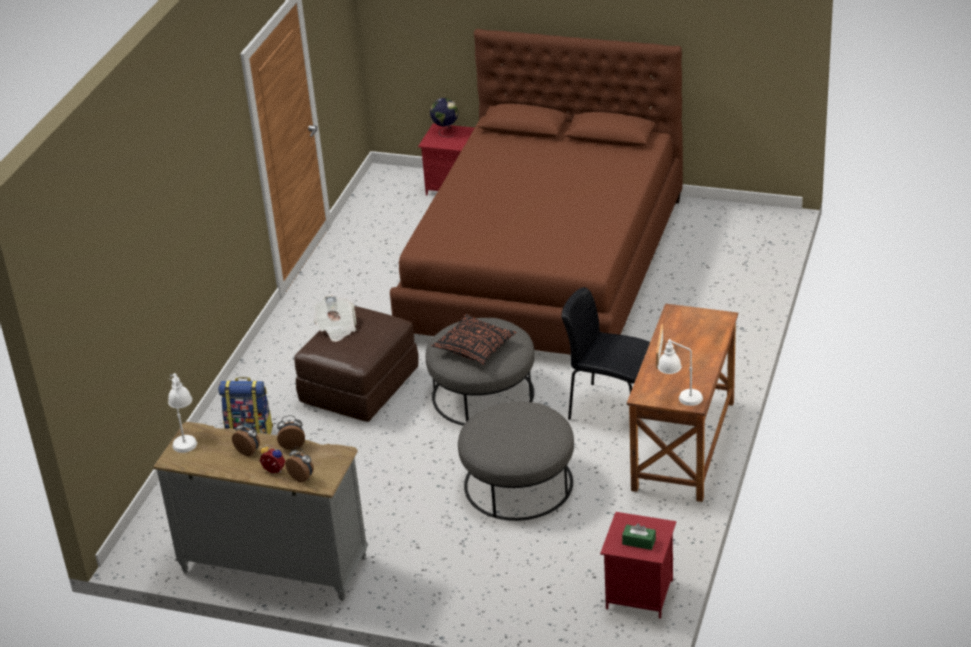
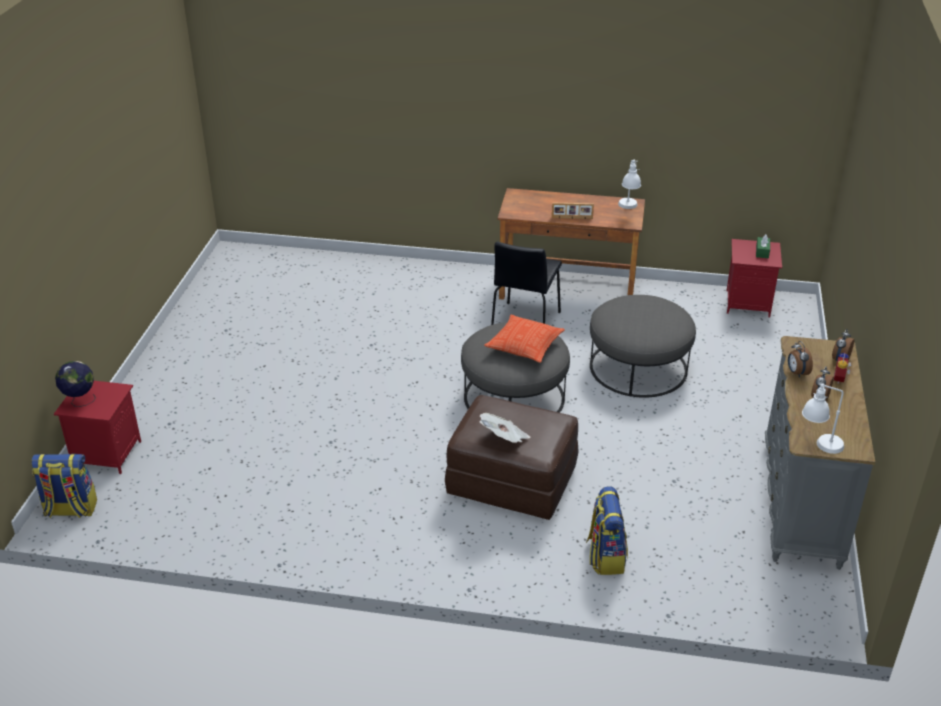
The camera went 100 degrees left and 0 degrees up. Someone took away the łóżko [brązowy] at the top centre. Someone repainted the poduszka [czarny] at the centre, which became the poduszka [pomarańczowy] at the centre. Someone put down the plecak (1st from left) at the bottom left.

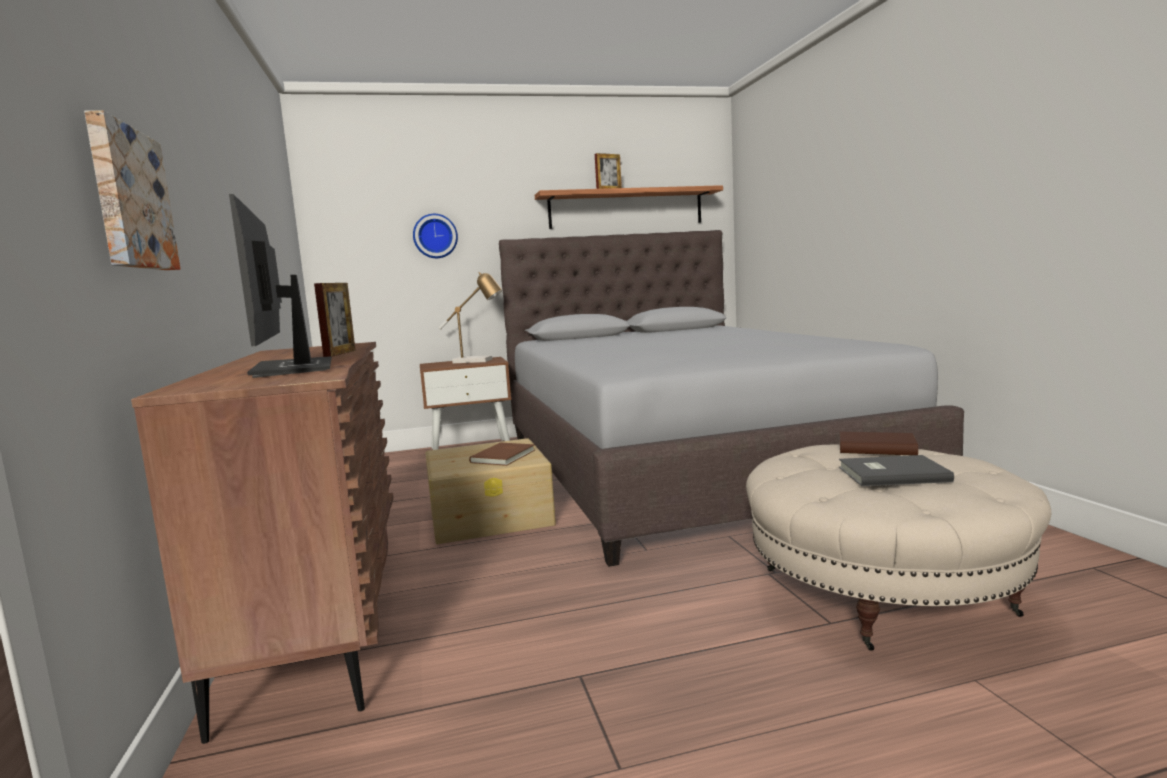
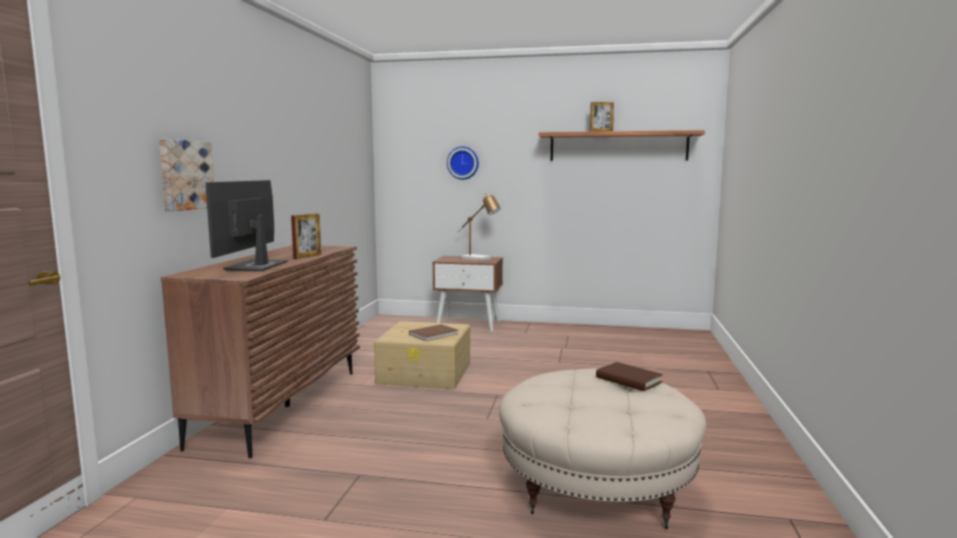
The camera went 25 degrees right and 0 degrees up. Someone took away the łóżko [szary] at the centre. Someone took away the książka [szary] at the middle right.

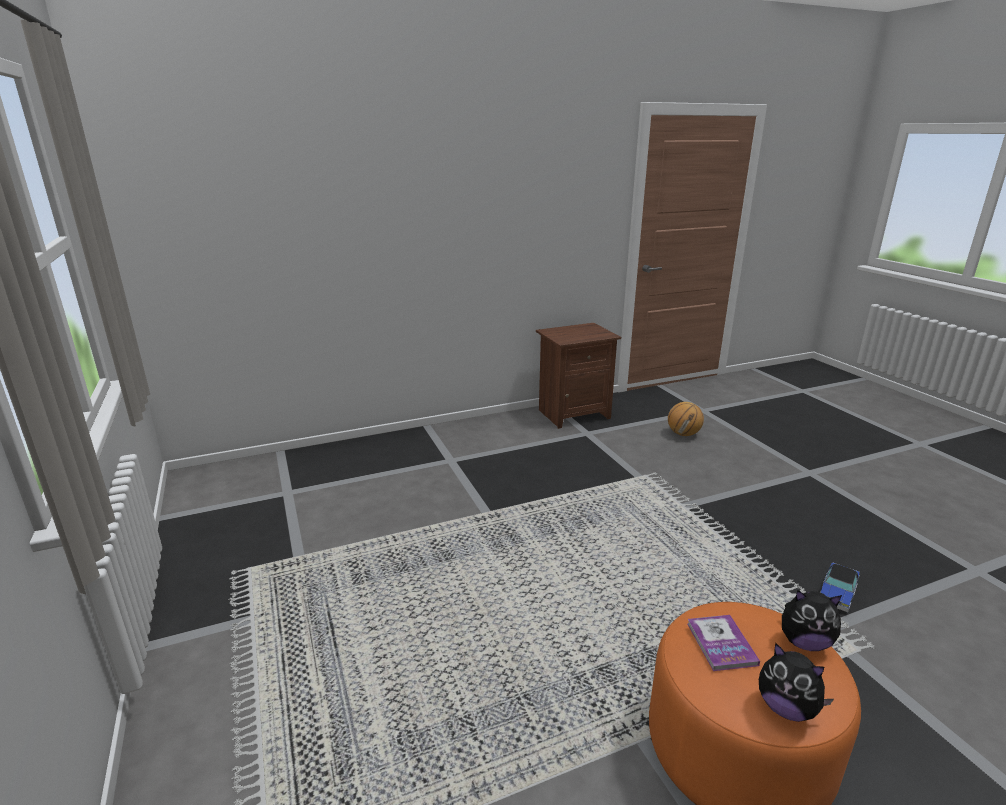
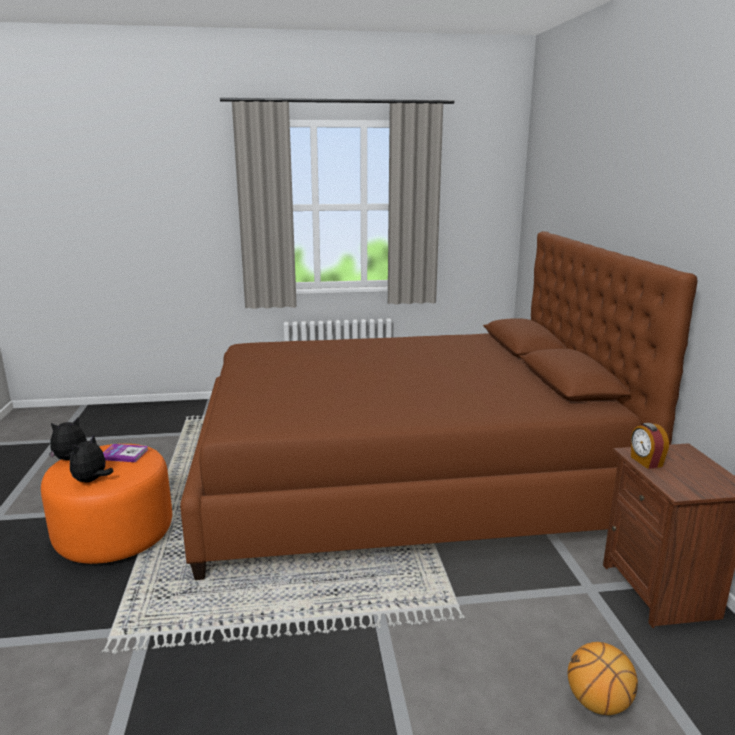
The camera went 105 degrees right and 5 degrees down. Someone took away the samochodzik at the bottom right. Someone put down the łóżko [brązowy] at the centre. Someone put down the budzik at the middle right.

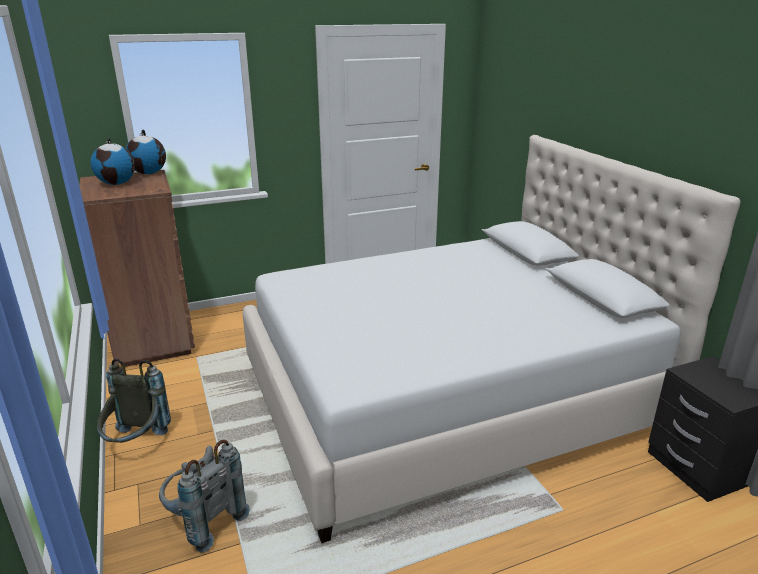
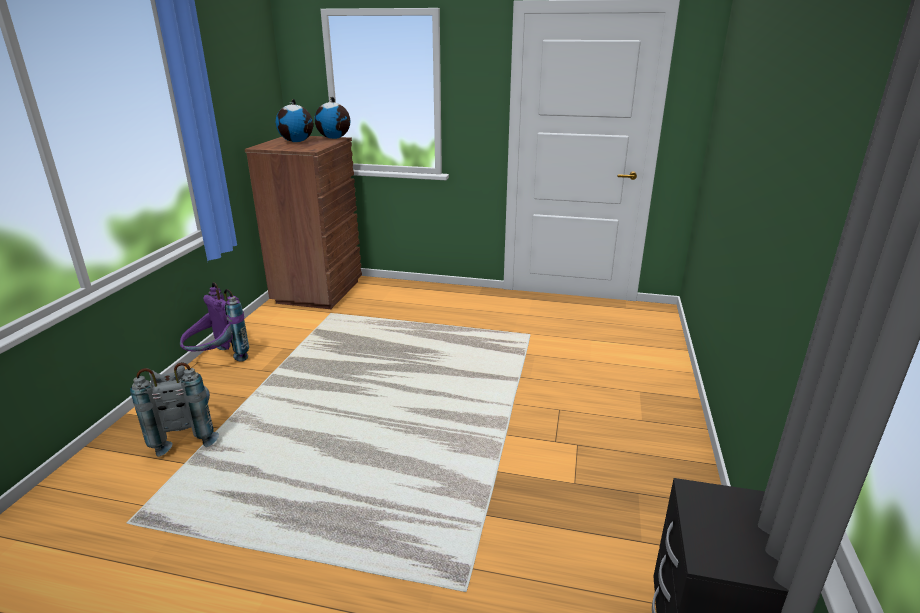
The camera went 35 degrees right and 0 degrees up. Someone repainted the plecak [szary] (1st from left) at the bottom left, which became the plecak [fioletowy] at the middle left. Someone took away the łóżko [biały] at the centre.

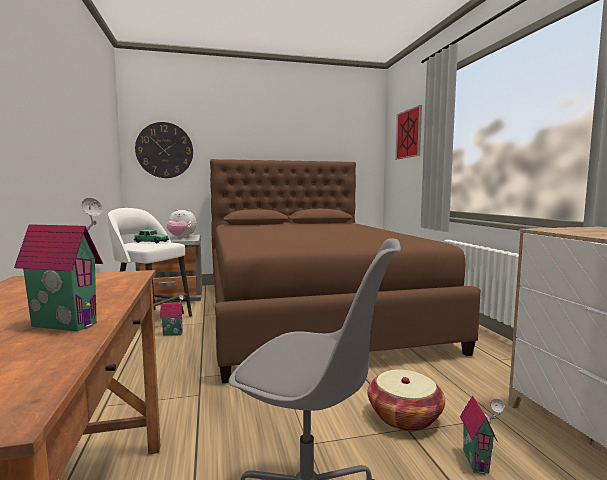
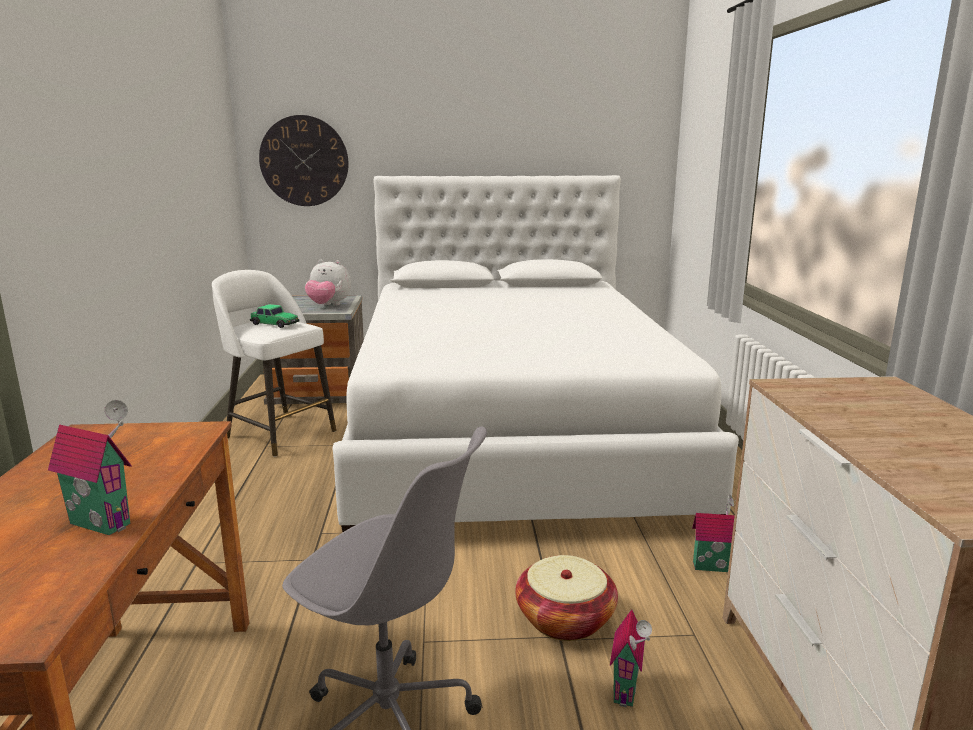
The camera went 10 degrees right and 10 degrees up. Someone carried the domek (2nd from left in the first image) from the middle left to the bottom right. Someone repainted the łóżko [brązowy] at the centre, which became the łóżko [biały] at the centre. Someone took away the obraz at the top right.

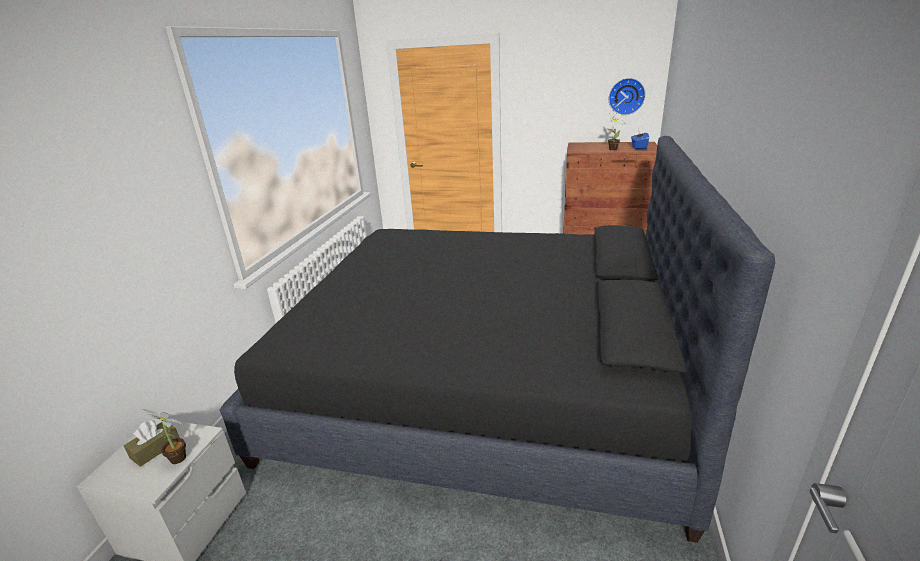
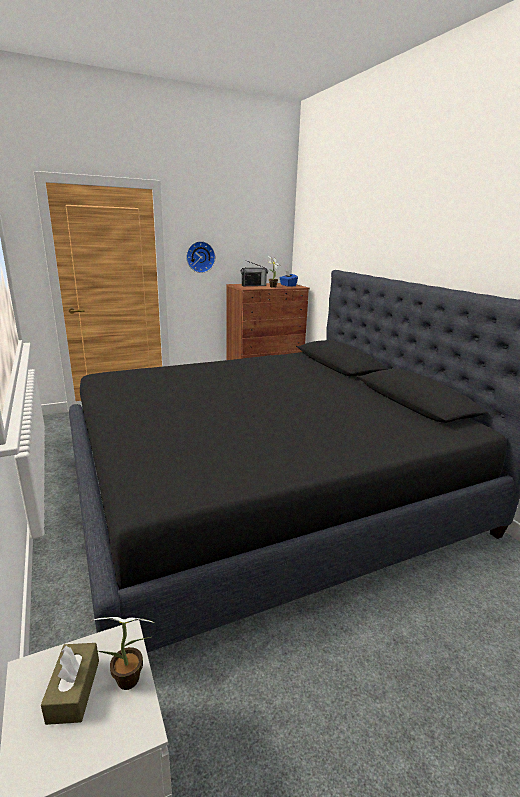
The camera went 40 degrees left and 5 degrees down. Someone carried the zegar ścienny from the top right to the top centre. Someone put down the radio at the centre.

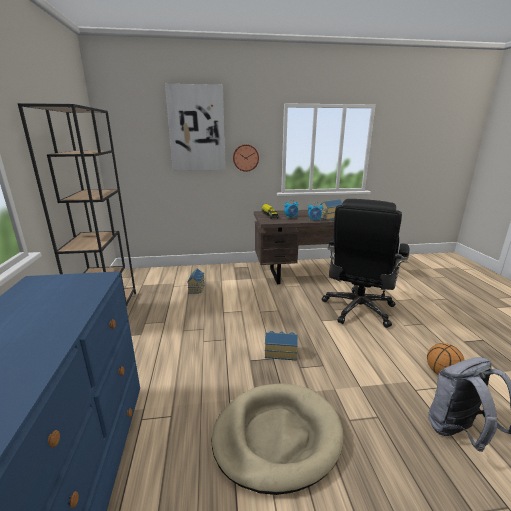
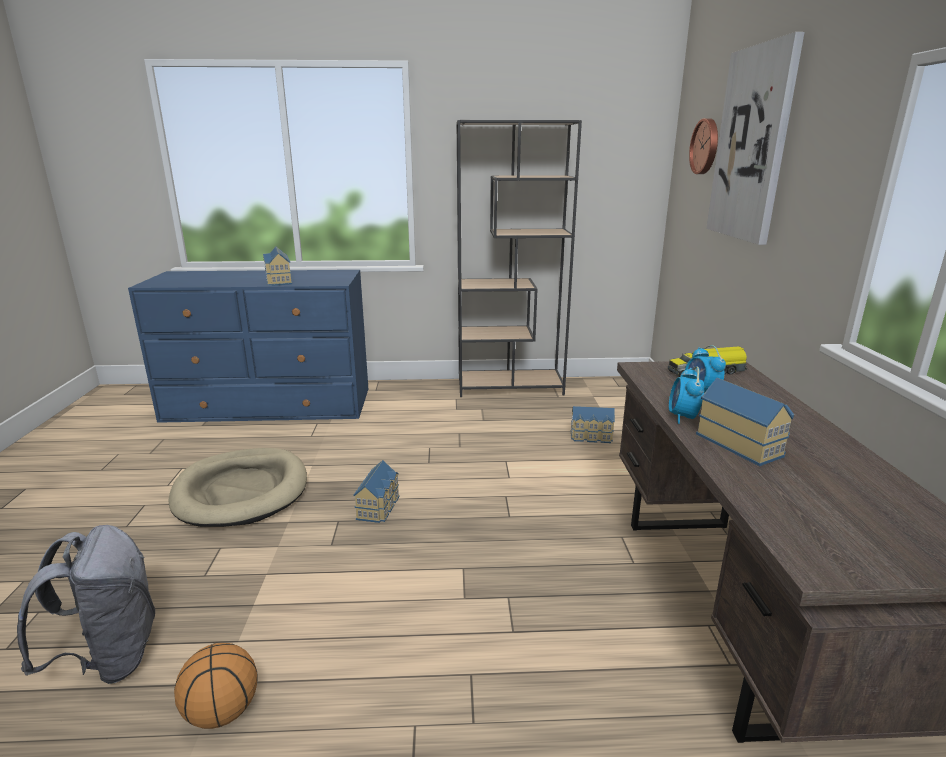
The camera went 95 degrees right and 0 degrees up. Someone carried the zegar ścienny from the top centre to the top right. Someone took away the krzesło biurowe [czarny] at the middle right. Someone put down the domek (1st from left) at the middle left.

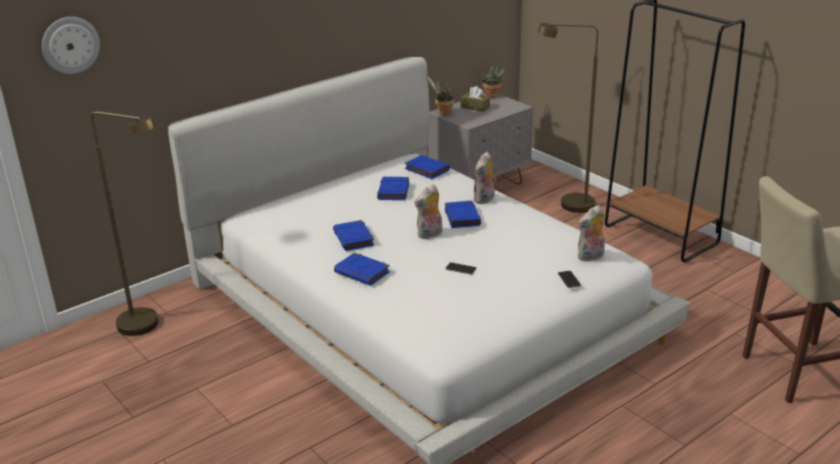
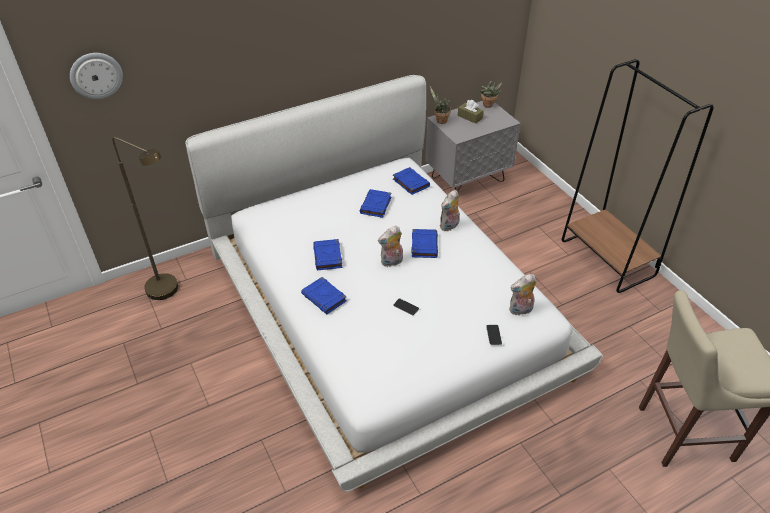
The camera went 10 degrees right and 15 degrees up. Someone took away the lampa stojąca [brązowy] (2nd from left) at the top right.

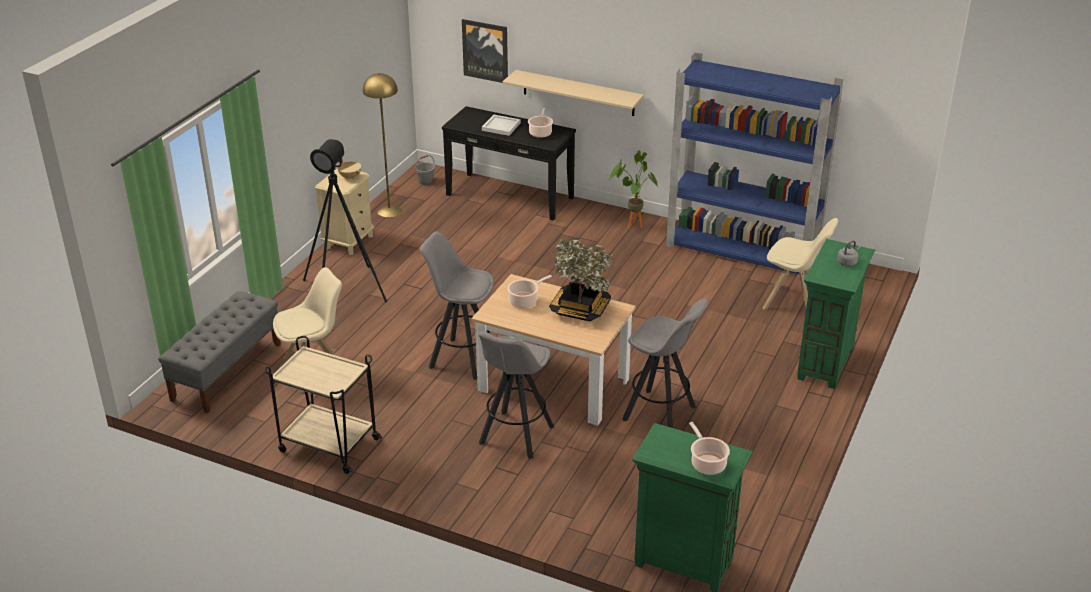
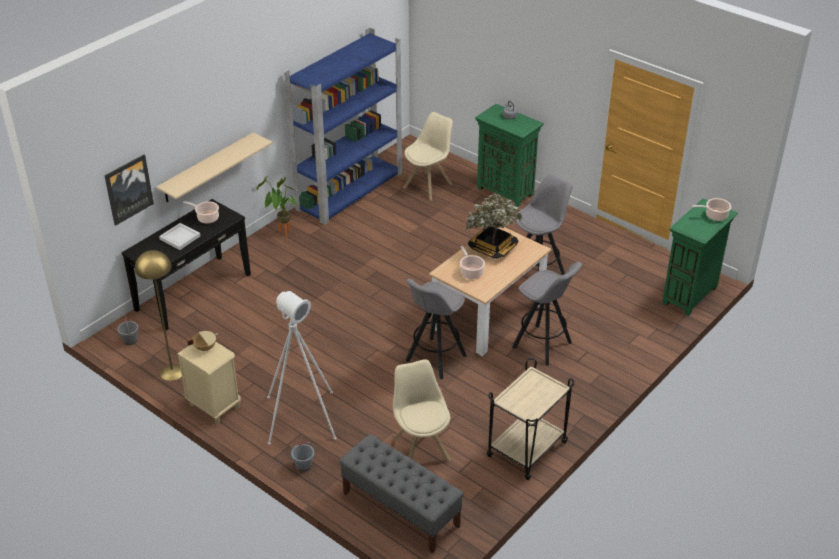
The camera went 75 degrees left and 5 degrees up. Someone repainted the lampa stojąca [czarny] at the middle left, which became the lampa stojąca [biały] at the centre. Someone put down the wiadro [szary] (2nd from left) at the bottom centre.

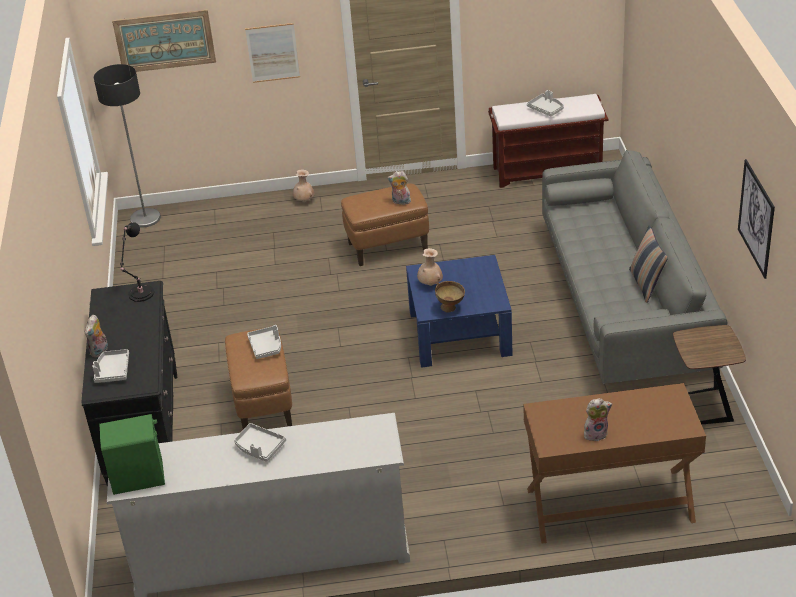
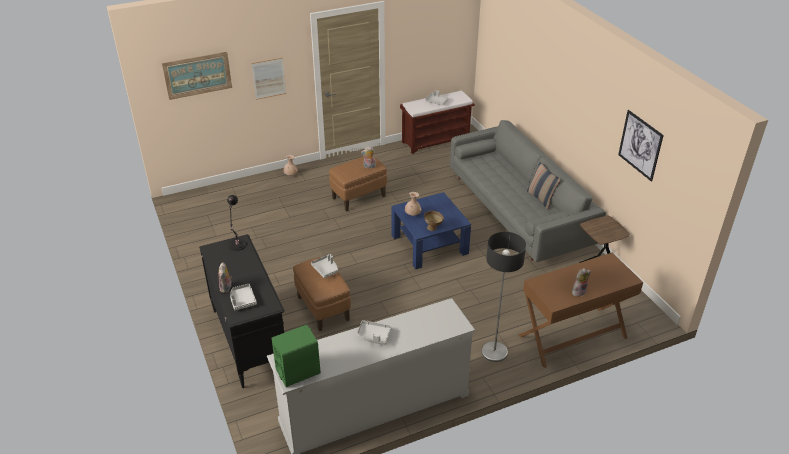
The camera went 20 degrees left and 0 degrees up. Someone carried the lampa stojąca from the top left to the centre.

